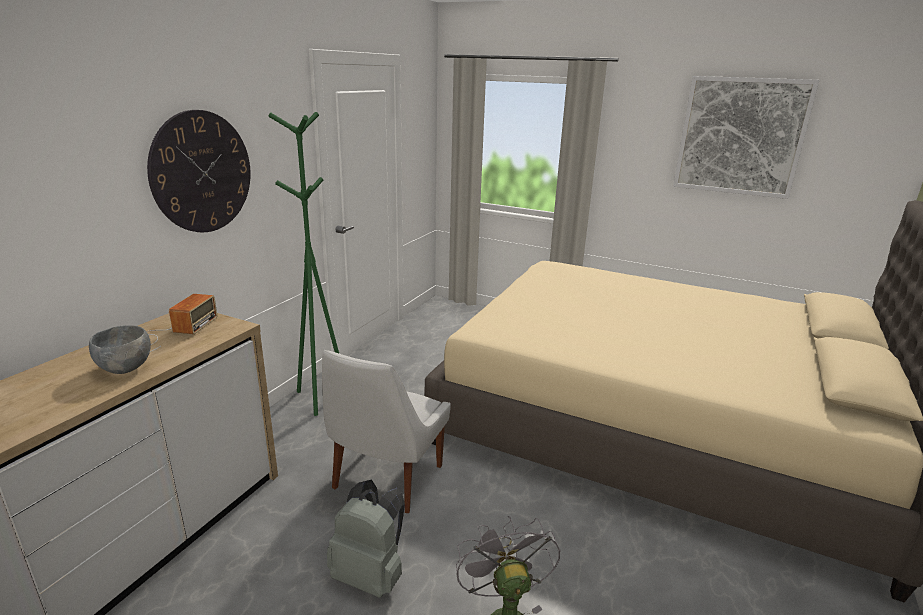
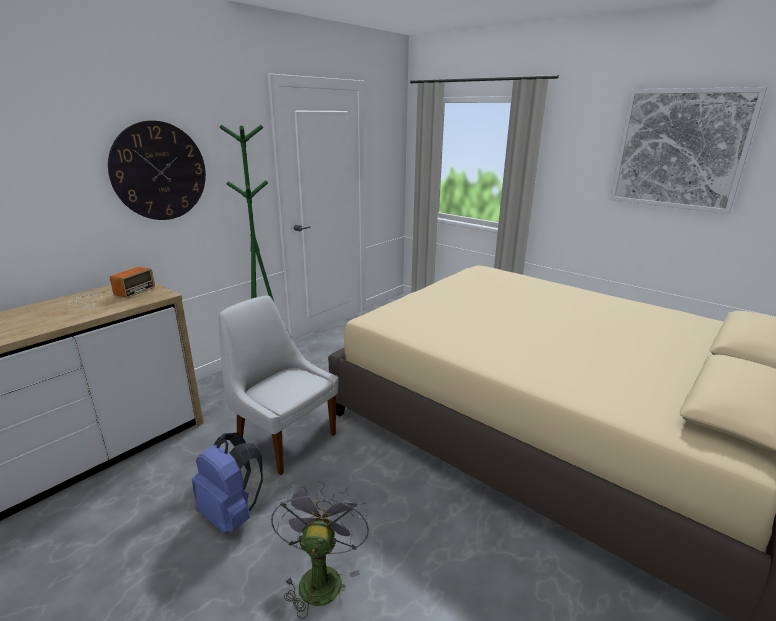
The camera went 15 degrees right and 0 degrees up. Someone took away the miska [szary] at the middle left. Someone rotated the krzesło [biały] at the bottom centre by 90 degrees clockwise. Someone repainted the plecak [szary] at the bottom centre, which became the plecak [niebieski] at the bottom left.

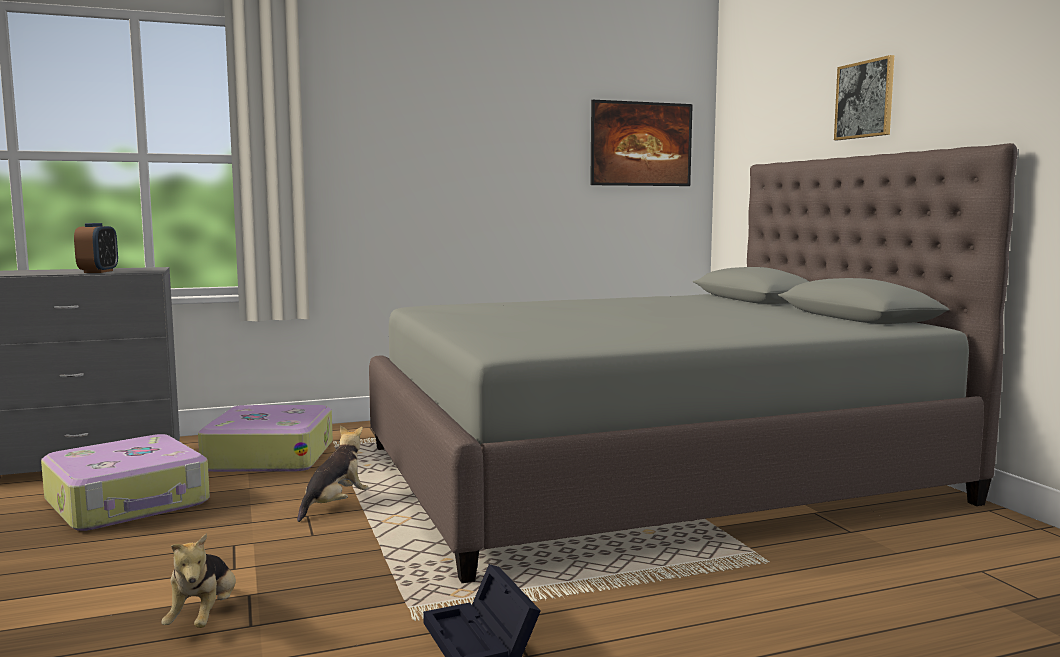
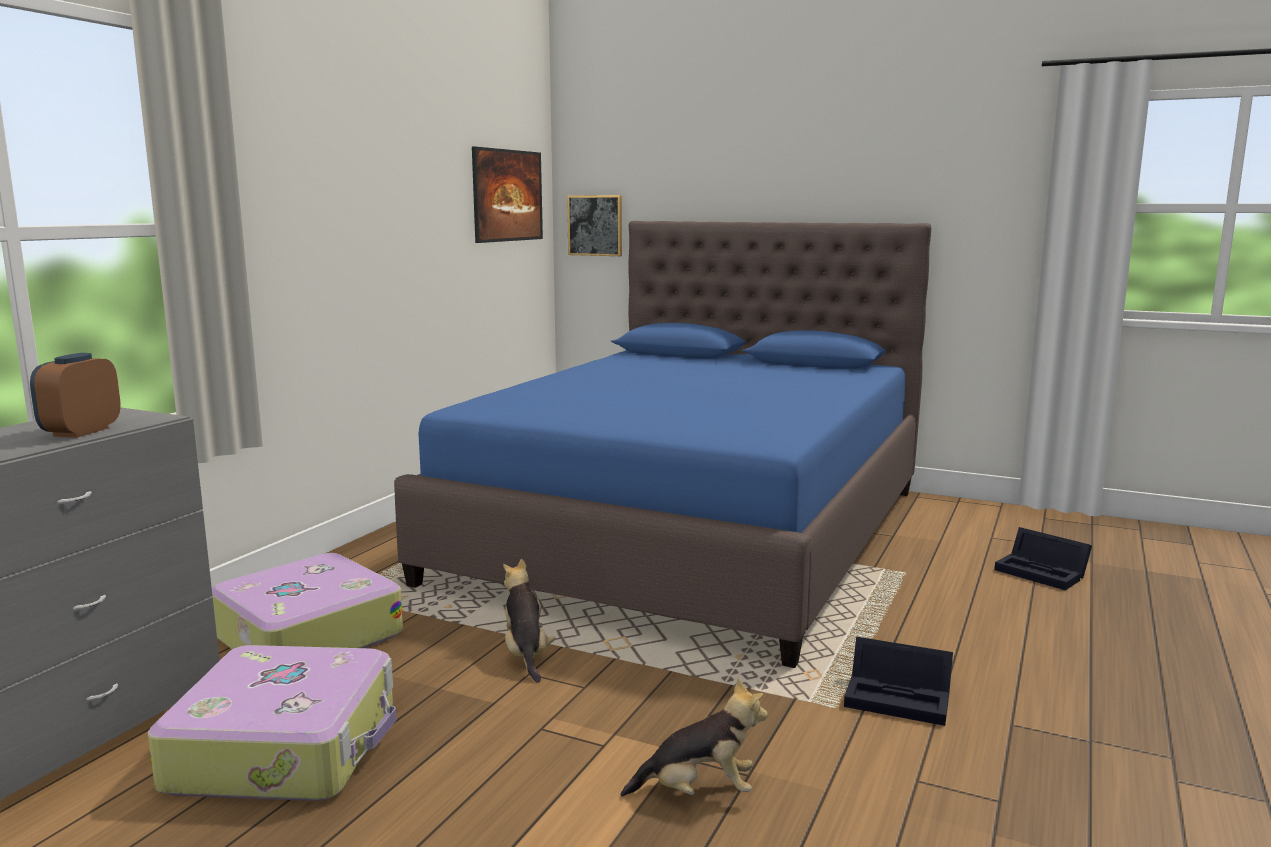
The camera went 45 degrees left and 5 degrees up. Someone rotated the budzik at the middle left by 120 degrees counterclockwise. Someone rotated the pluszak (1st from left in the first image) at the bottom left by 45 degrees counterclockwise. Someone repainted the łóżko [szary] at the centre, which became the łóżko [niebieski] at the centre. Someone carried the obraz (2nd from left) from the top right to the top centre. Someone put down the pojemnik do przechowywania [czarny] (2nd from left) at the middle right.

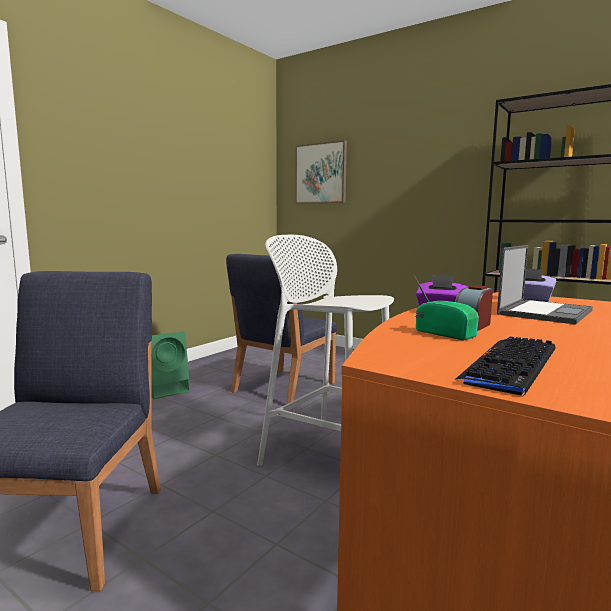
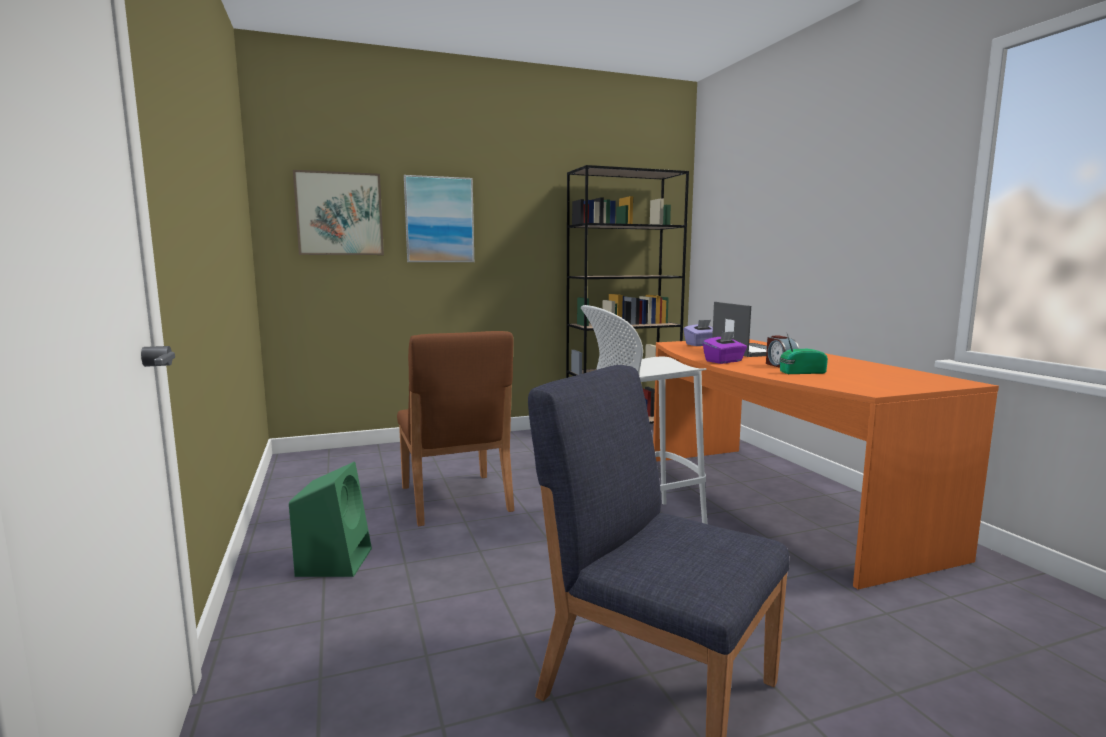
The camera went 55 degrees left and 0 degrees up. Someone repainted the krzesło [niebieski] (2nd from left) at the centre, which became the krzesło [brązowy] at the centre. Someone took away the klawiatura at the middle right. Someone put up the obraz (2nd from left) at the top centre.

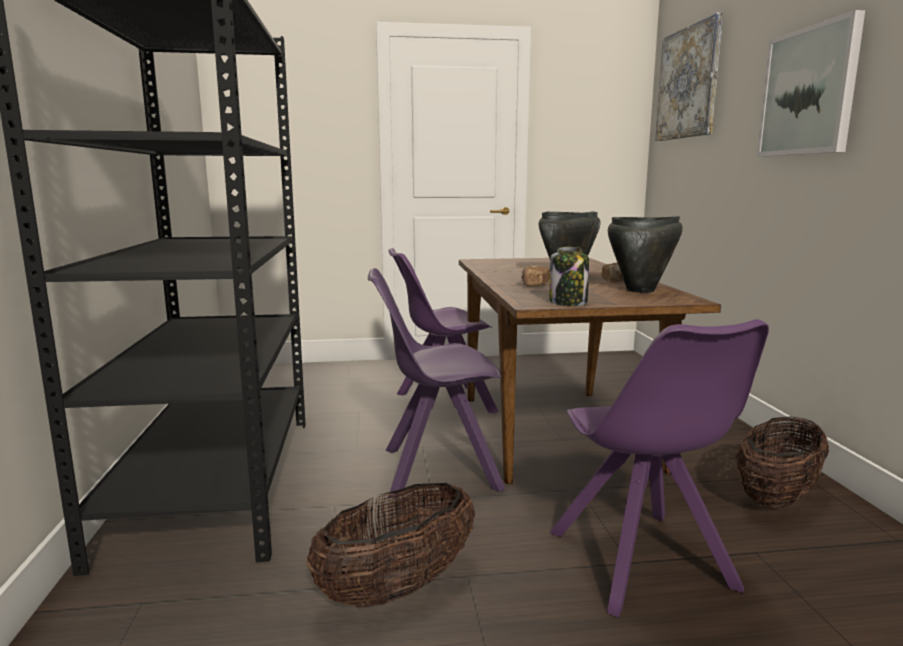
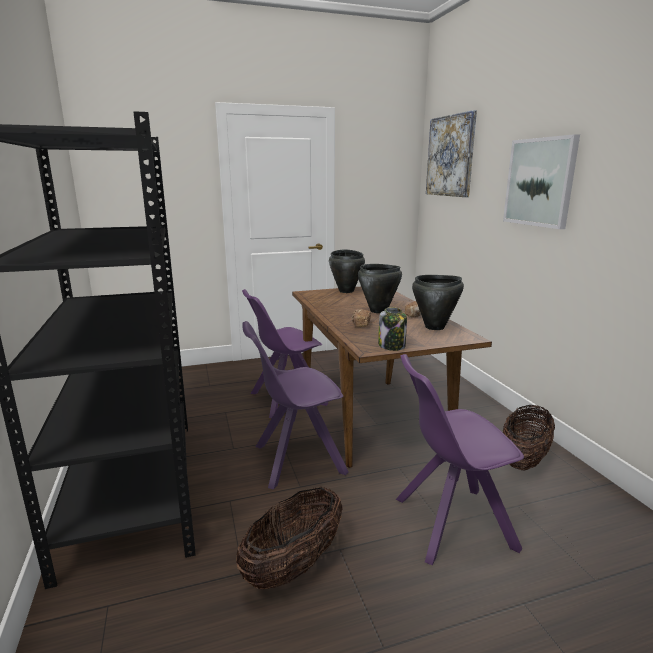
The camera went 10 degrees left and 5 degrees up. Someone rotated the krzesło [fioletowy] (3rd from left) at the bottom right by 105 degrees clockwise. Someone put down the garnek [czarny] (1st from left) at the centre.

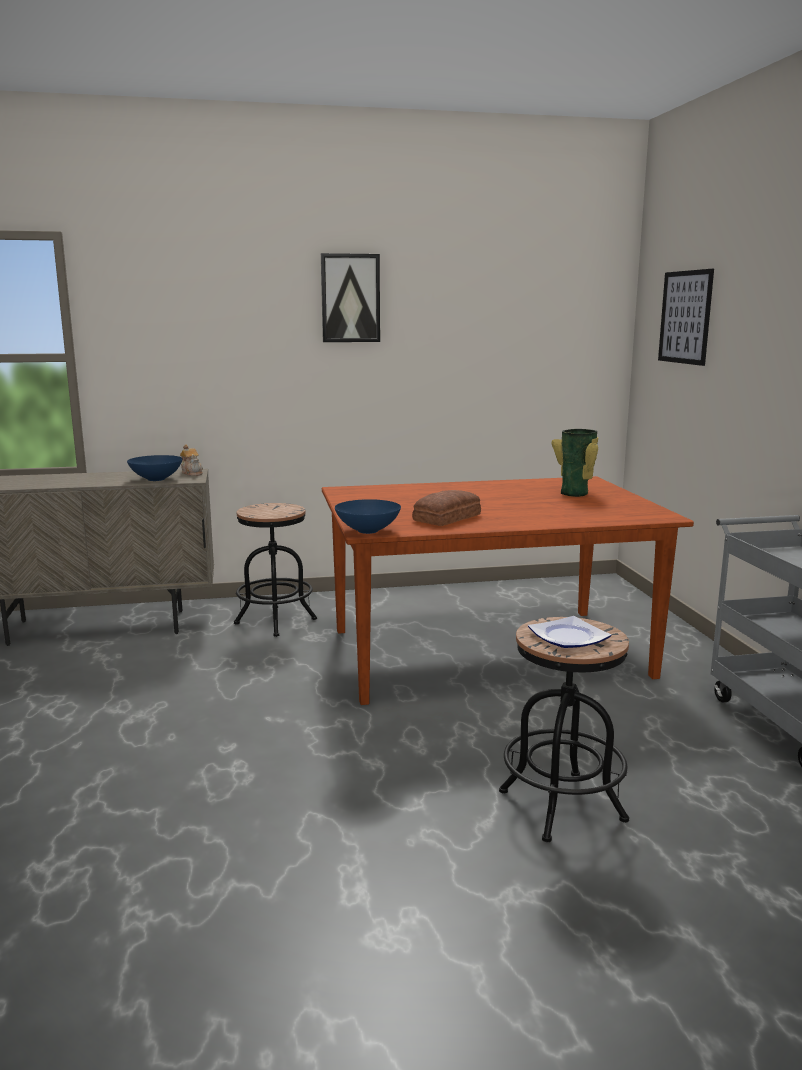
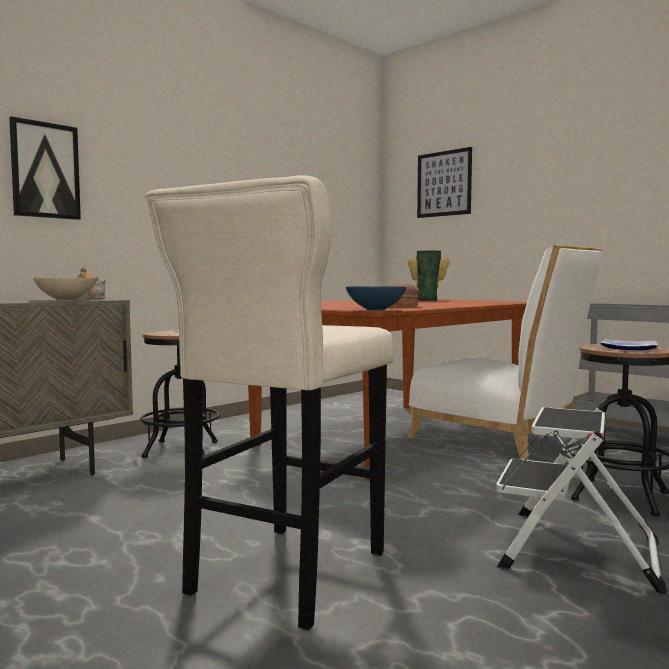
The camera went 35 degrees left and 10 degrees down. Someone repainted the miska [niebieski] (1st from left) at the middle left, which became the miska [beżowy] at the middle left. Someone carried the obraz (1st from left) from the top centre to the top left. Someone put down the stołek [beżowy] at the centre. Someone put down the krzesło [biały] at the middle right. Someone put down the drabinka at the bottom right.

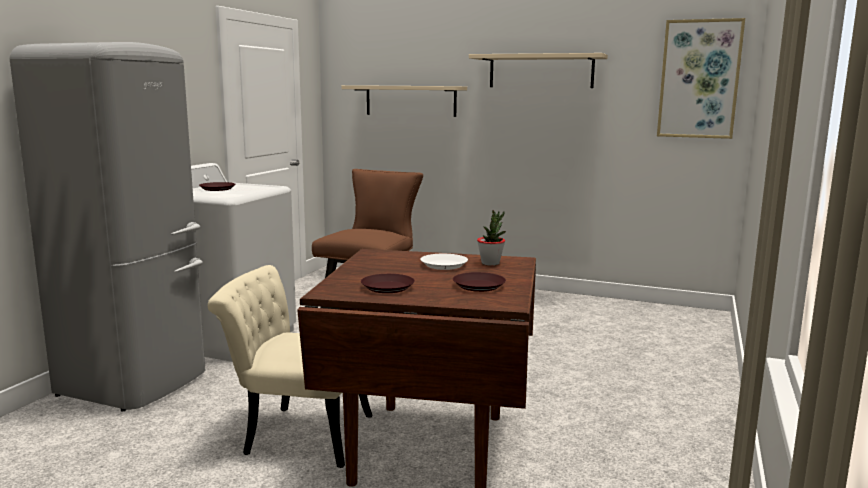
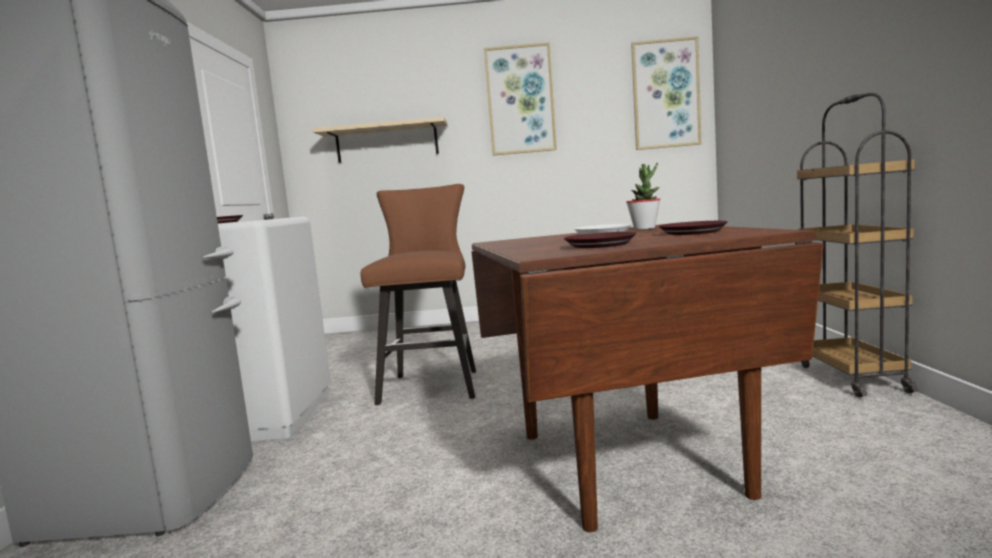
The camera went 20 degrees left and 5 degrees down. Someone took away the krzesło [beżowy] at the bottom centre. Someone swapped the półka [beżowy] (2nd from left) at the top centre for the obraz (1st from left) at the top centre. Someone put down the wózek [brązowy] at the middle right.

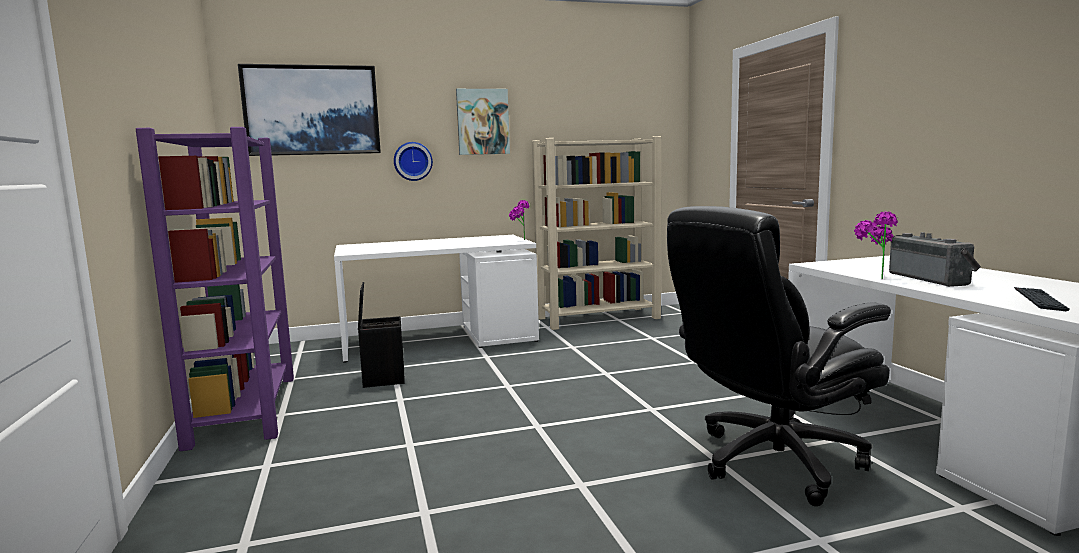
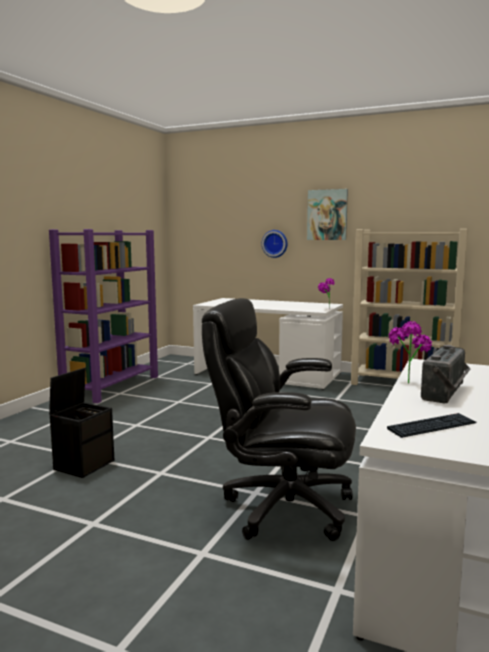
The camera went 40 degrees right and 0 degrees up. Someone took away the obraz (1st from left) at the top left. Someone carried the pojemnik do przechowywania [czarny] from the centre to the middle left.

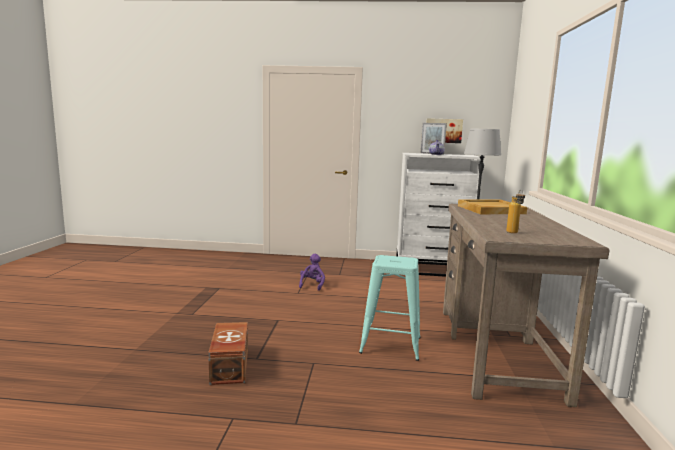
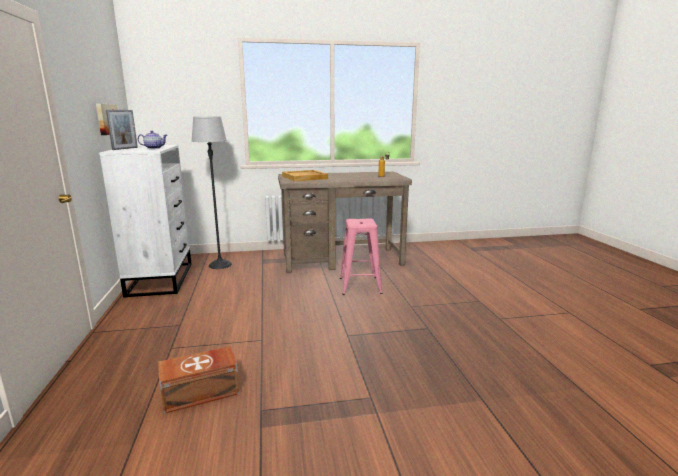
The camera went 105 degrees left and 5 degrees up. Someone carried the pojemnik do przechowywania [brązowy] from the bottom centre to the bottom left. Someone took away the pluszak [fioletowy] at the centre. Someone repainted the stołek [turkusowy] at the bottom centre, which became the stołek [różowy] at the centre.

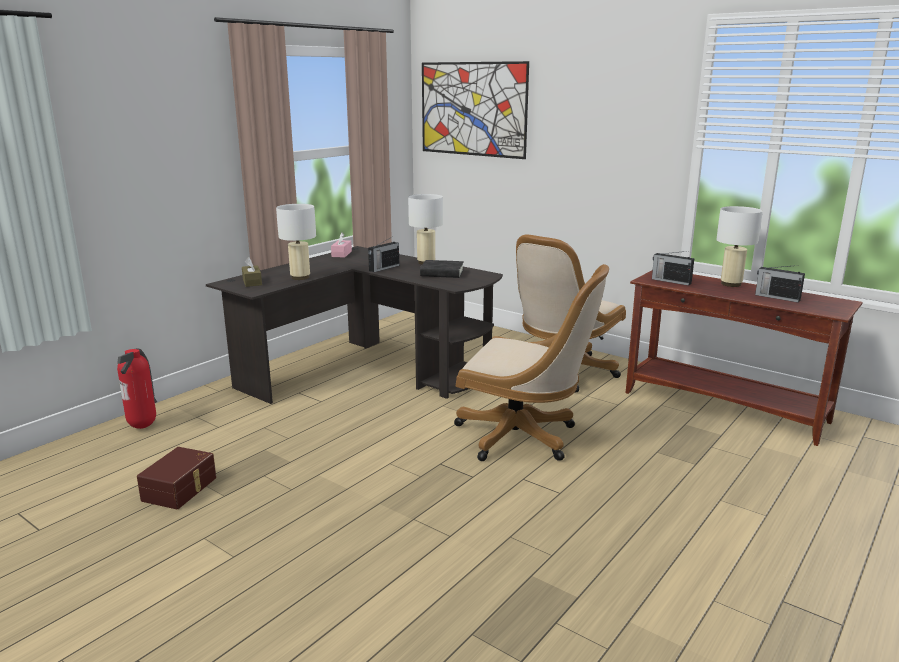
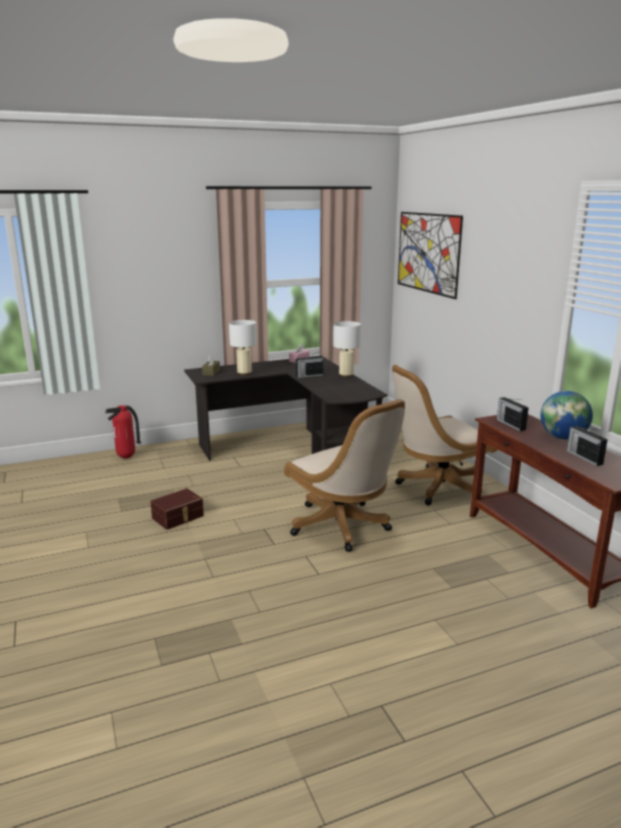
The camera went 30 degrees right and 0 degrees up. Someone carried the pojemnik do przechowywania [brązowy] from the bottom left to the middle left. Someone took away the książka [czarny] at the centre. Someone swapped the lampa stołowa [biały] (3rd from left) at the middle right for the globus at the middle right.

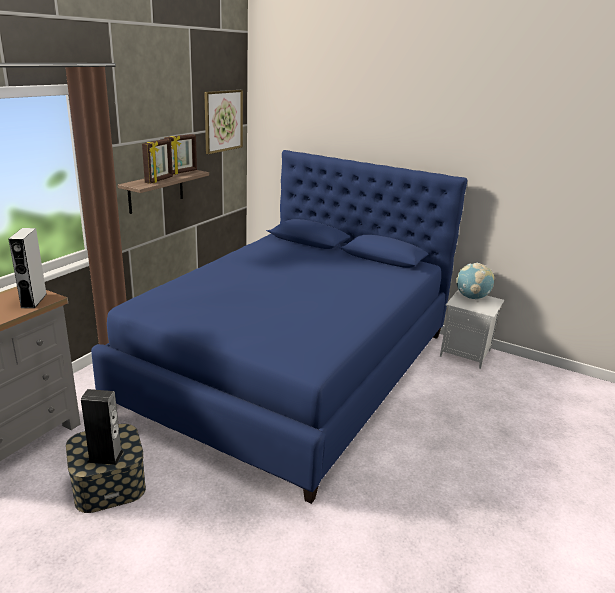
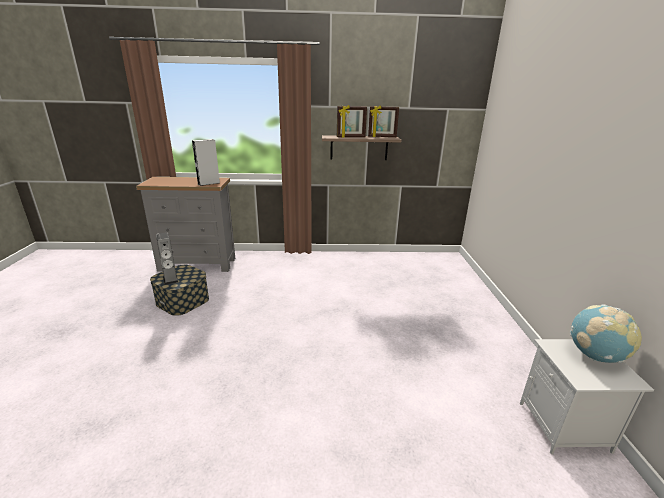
The camera went 60 degrees right and 0 degrees up. Someone took away the łóżko [niebieski] at the centre. Someone took away the obraz at the top centre.

